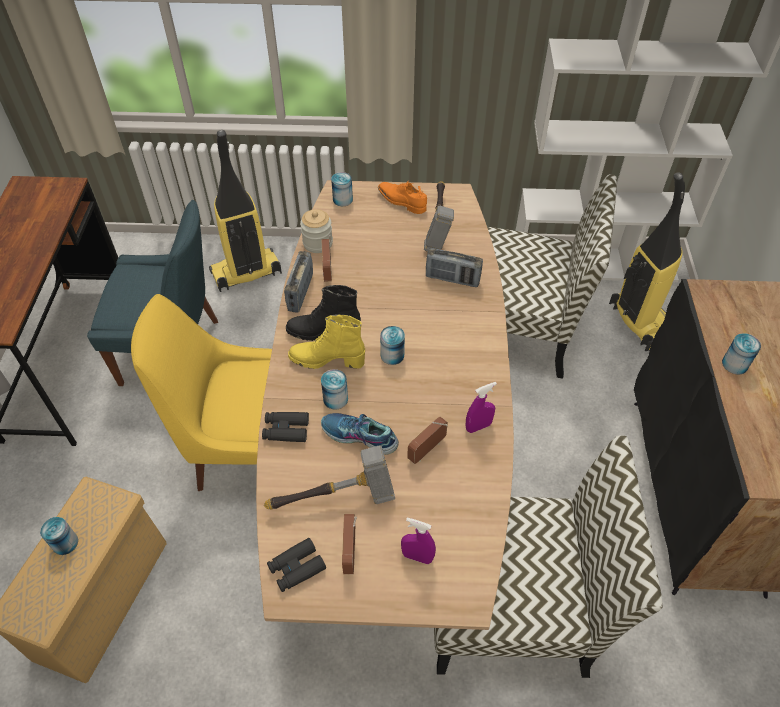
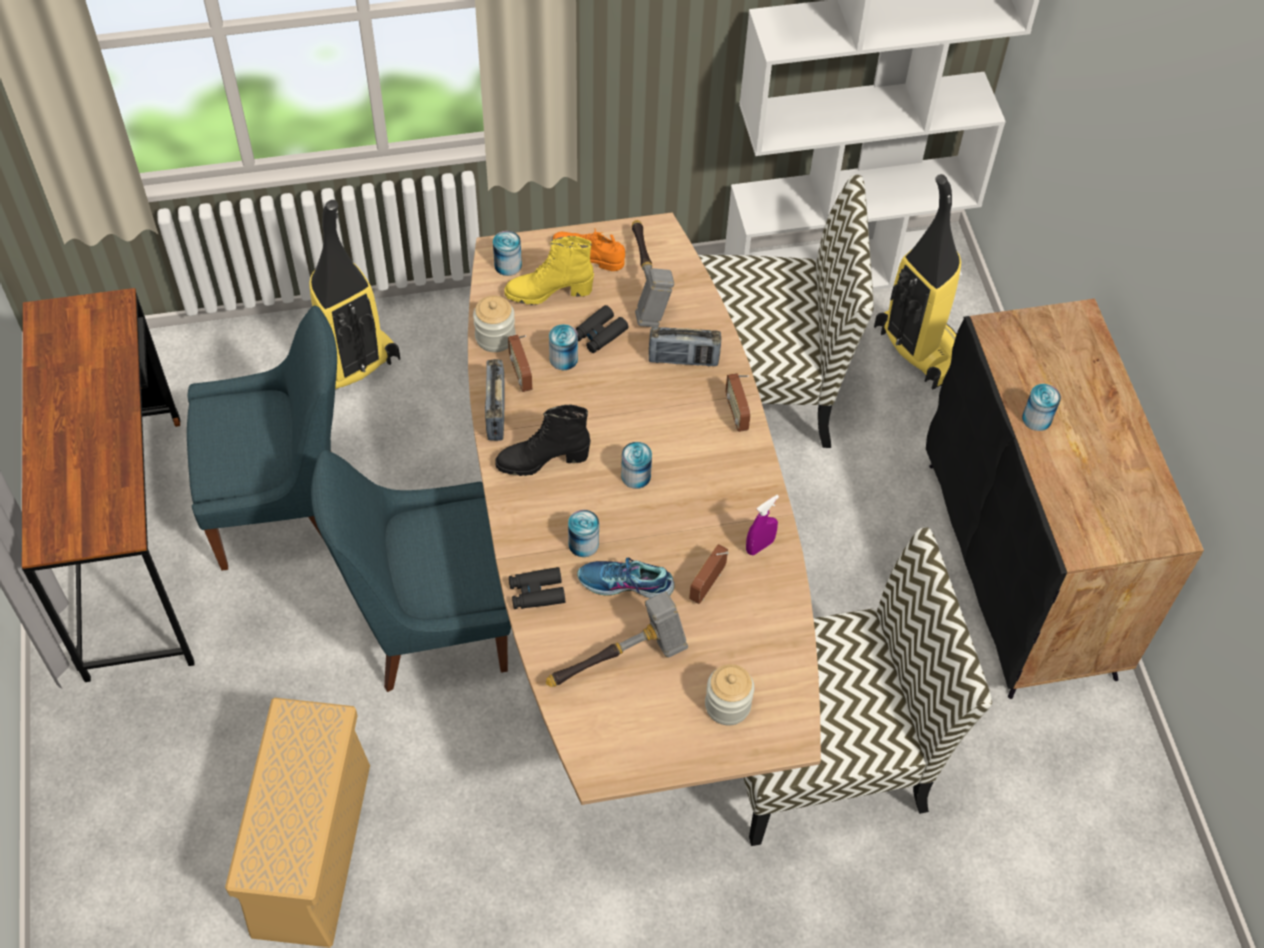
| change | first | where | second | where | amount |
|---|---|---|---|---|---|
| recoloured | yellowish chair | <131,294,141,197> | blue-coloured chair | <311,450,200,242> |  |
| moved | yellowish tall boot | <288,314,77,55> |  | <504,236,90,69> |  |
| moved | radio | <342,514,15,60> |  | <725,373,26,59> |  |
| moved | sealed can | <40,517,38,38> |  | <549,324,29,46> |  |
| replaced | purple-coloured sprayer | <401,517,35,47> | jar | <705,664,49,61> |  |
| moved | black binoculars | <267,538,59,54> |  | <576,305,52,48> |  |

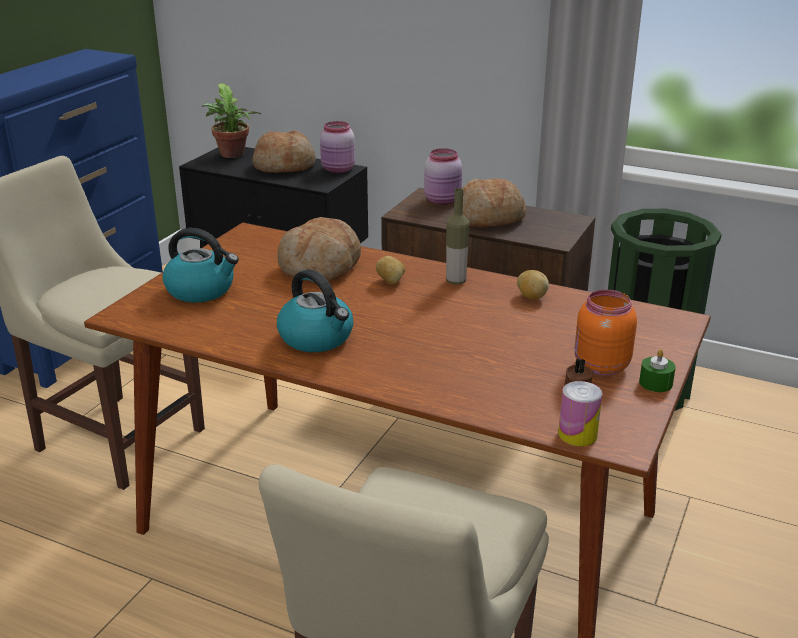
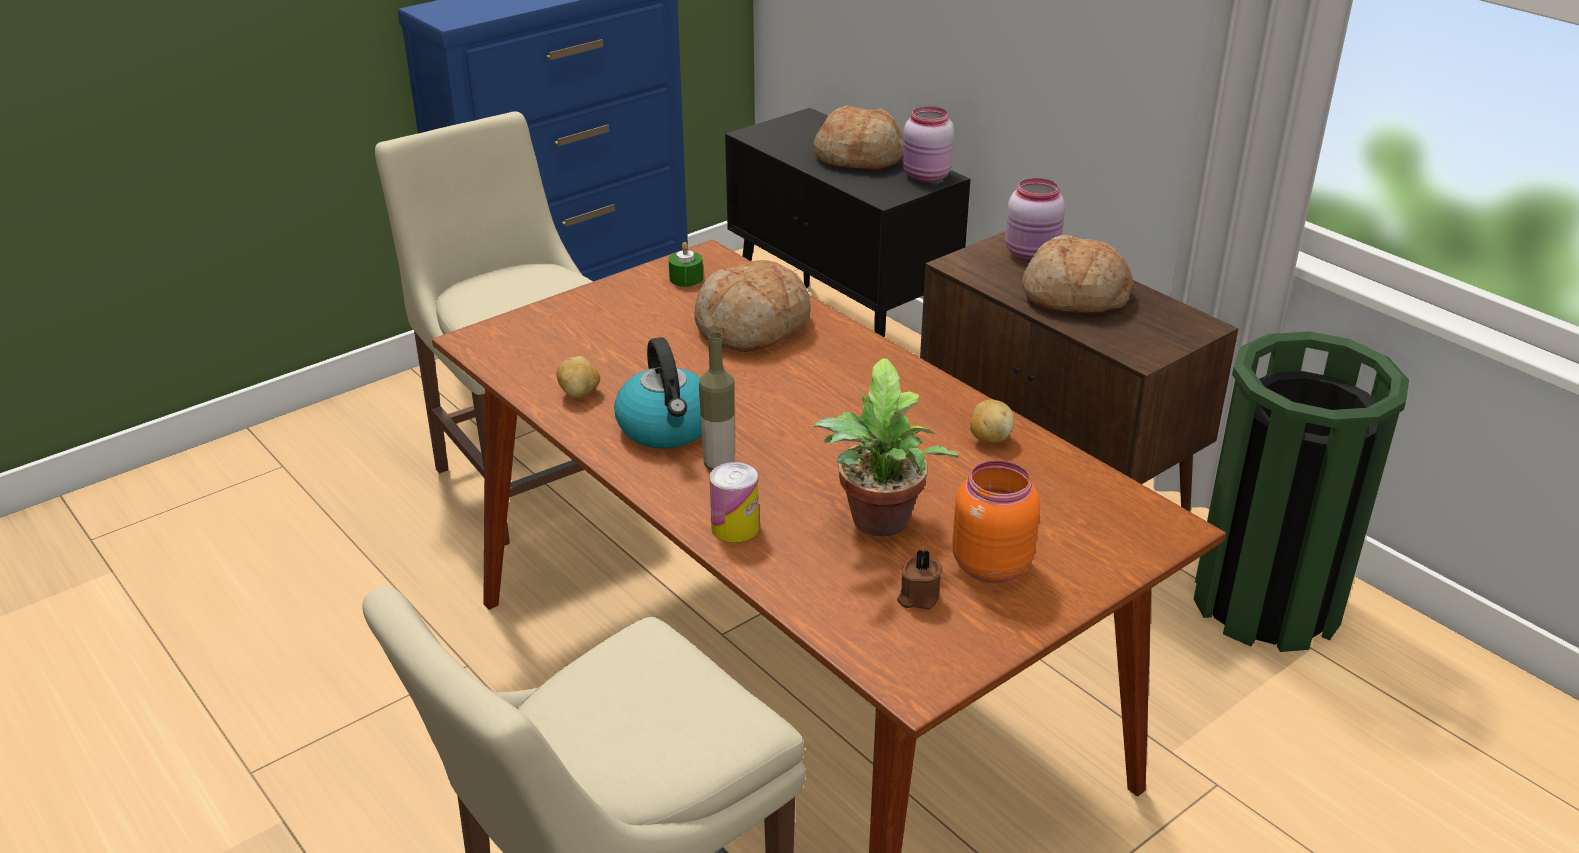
| change | first | where | second | where | amount |
|---|---|---|---|---|---|
| moved | potted plant | <202,83,59,75> |  | <814,358,145,179> |  |
| moved | beverage bottle | <446,188,23,97> |  | <699,332,36,139> |  |
| removed | tea kettle | <162,228,77,75> |  |  |  |
| moved | whole potato | <376,256,29,28> |  | <557,356,43,42> |  |
| moved | green wax light | <639,349,37,43> |  | <668,242,35,45> |  |
| moved | sealed can | <558,381,45,65> |  | <710,462,49,81> |  |

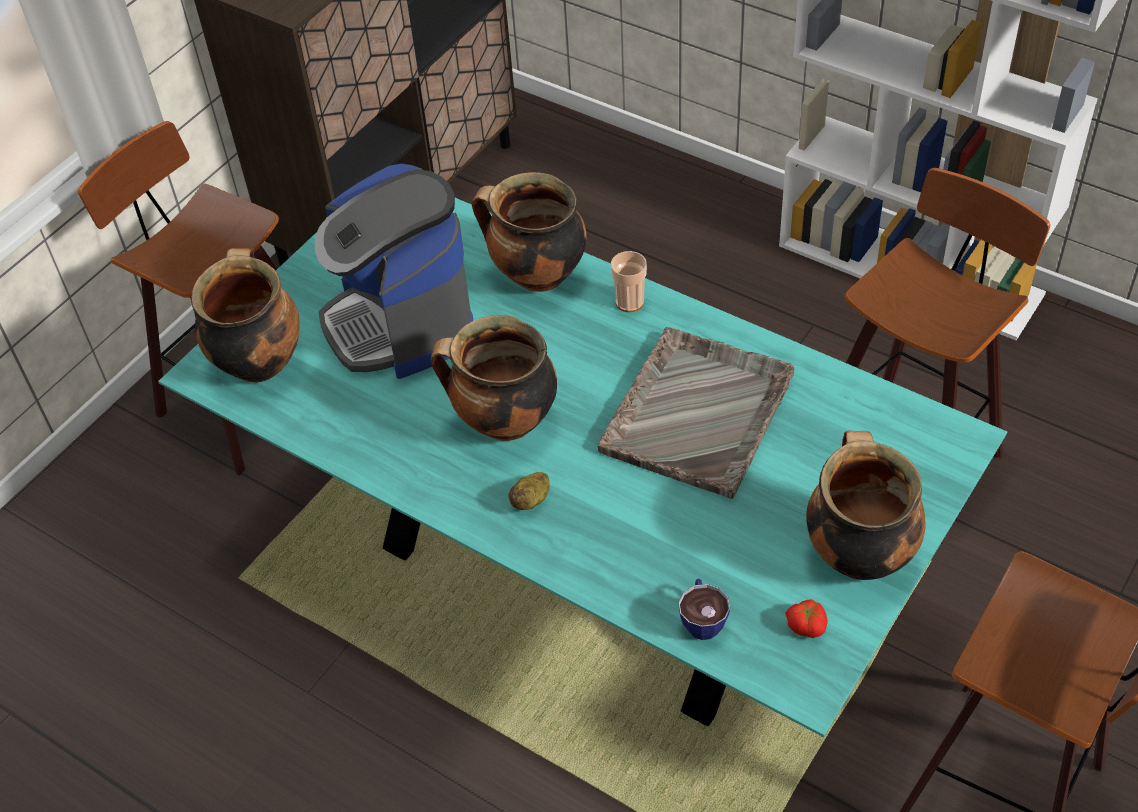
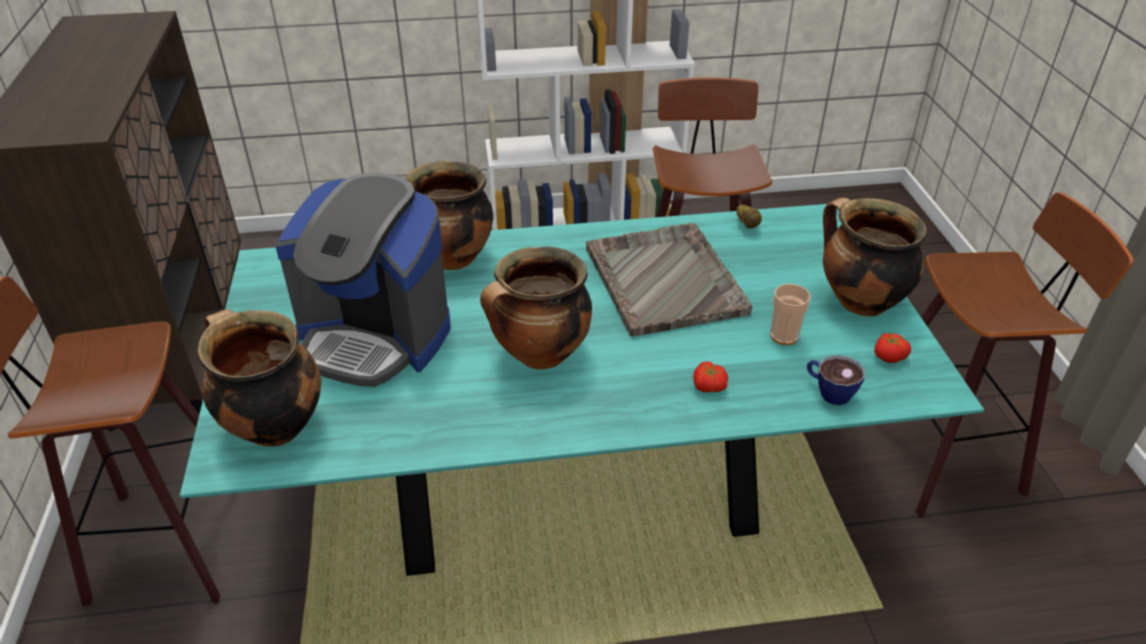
| change | first | where | second | where | amount |
|---|---|---|---|---|---|
| moved | cup | <611,251,36,61> |  | <770,284,41,61> |  |
| moved | whole potato | <508,472,41,38> |  | <736,205,26,23> |  |
| added |  |  | whole tomato | <693,361,35,31> |  |

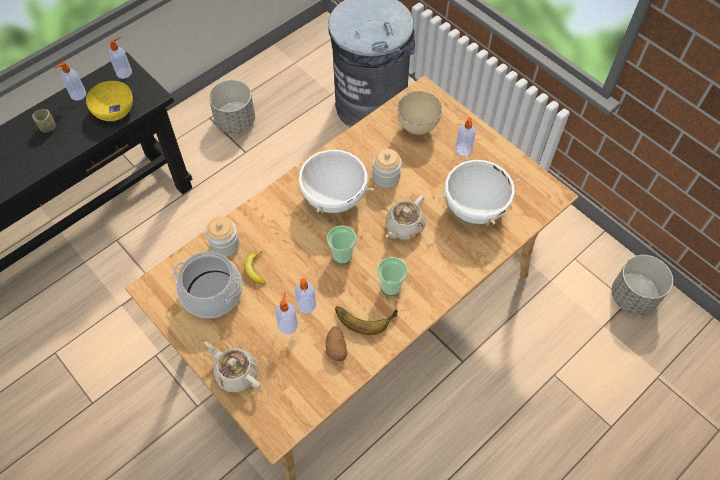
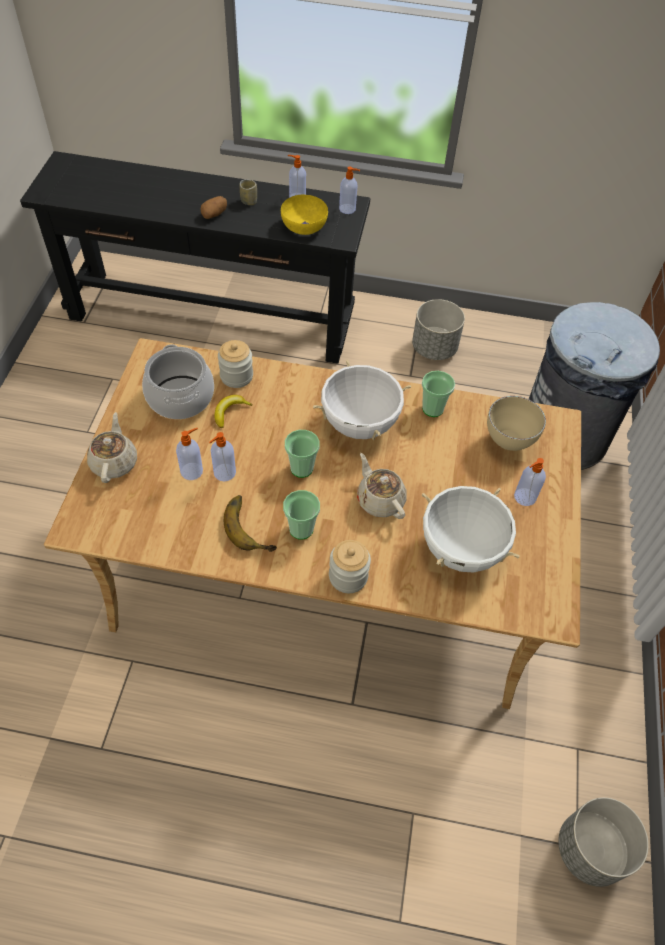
| change | first | where | second | where | amount |
|---|---|---|---|---|---|
| moved | jar | <372,149,30,39> |  | <329,540,42,53> |  |
| turned | beige-coloured teapot | <386,195,39,45> |  | <357,453,50,66> | 60 degrees clockwise |
| moved | whole potato | <326,326,21,35> |  | <200,196,27,23> |  |
| added |  |  | cup | <422,371,33,46> |  |

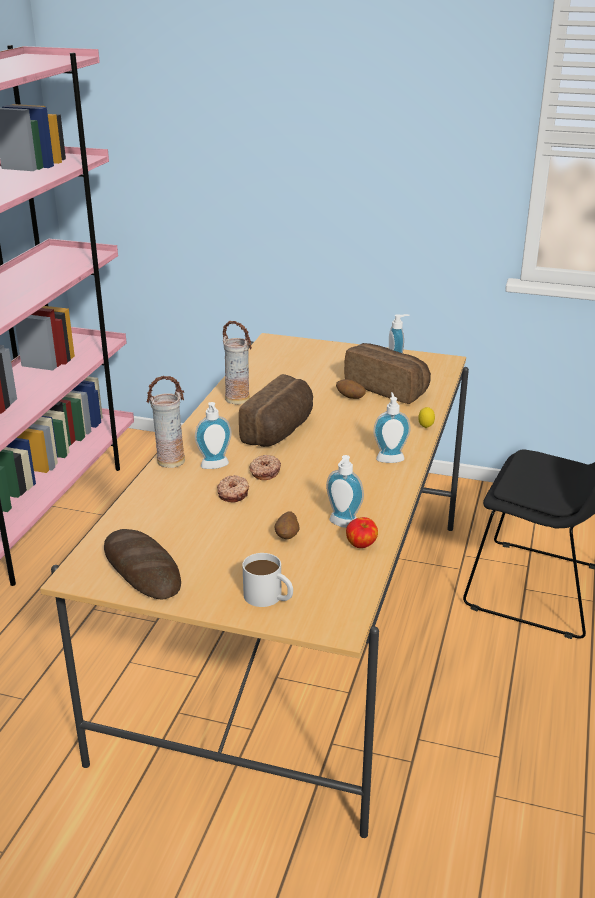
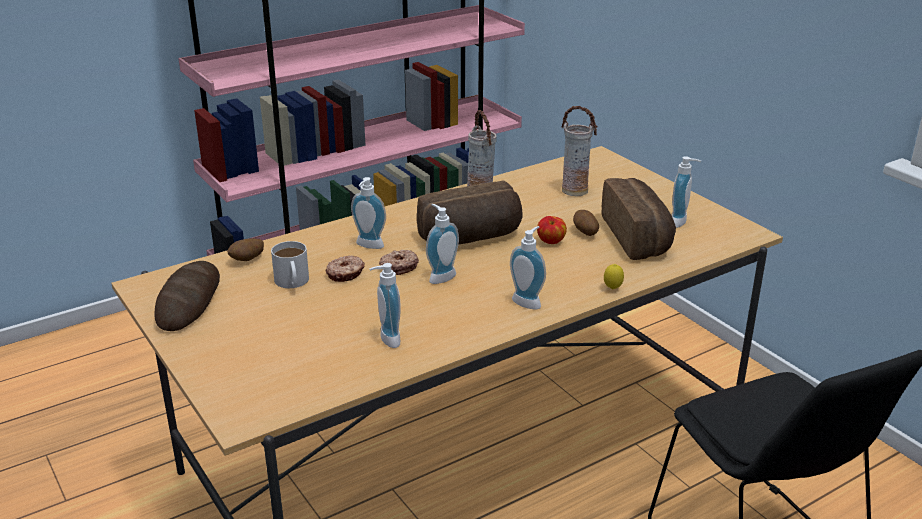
| change | first | where | second | where | amount |
|---|---|---|---|---|---|
| moved | decorative vase | <146,376,39,92> |  | <562,106,35,90> |  |
| moved | whole potato | <275,511,25,28> |  | <227,239,37,22> |  |
| moved | apple | <346,517,32,31> |  | <537,216,30,28> |  |
| moved | whitish mug | <242,553,51,54> |  | <271,241,38,47> |  |
| added |  |  | soap bottle | <426,204,33,80> |  |

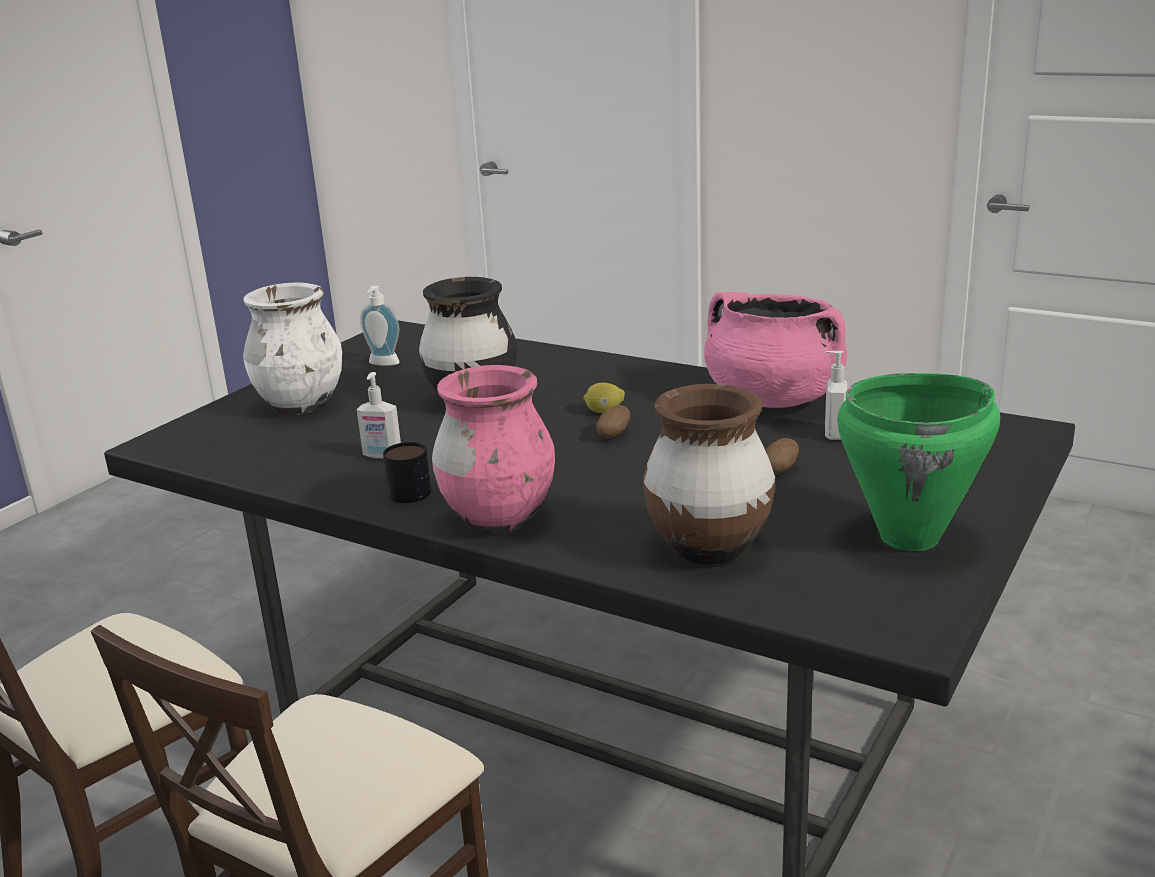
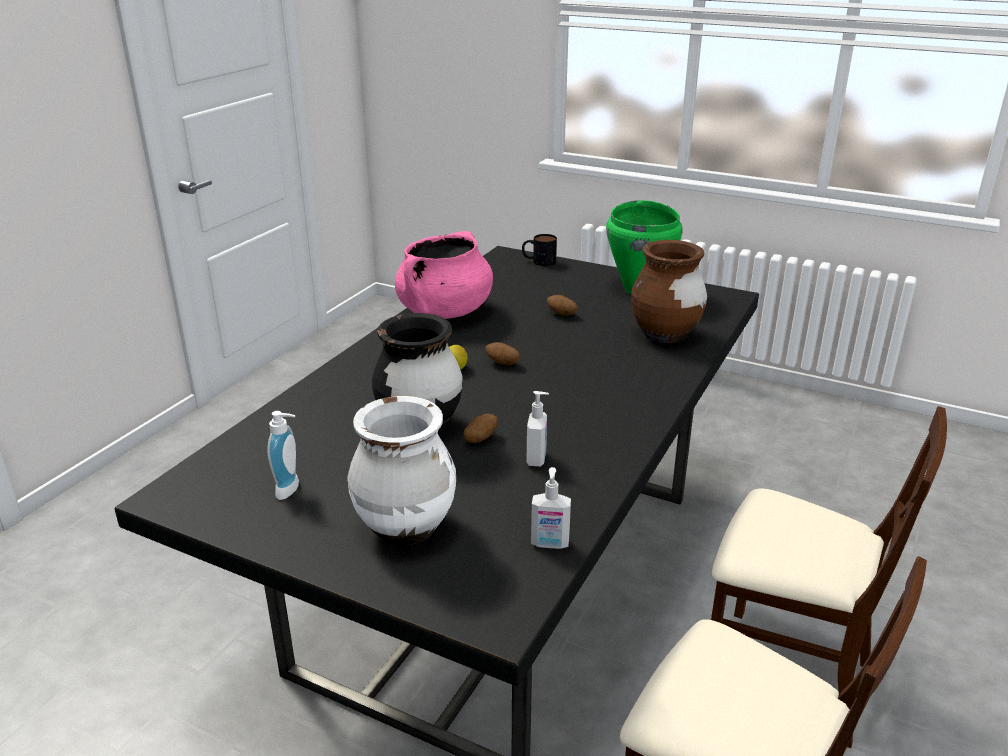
| change | first | where | second | where | amount |
|---|---|---|---|---|---|
| moved | soap bottle | <825,351,22,89> |  | <531,467,40,82> |  |
| removed | pink decorative vase | <432,365,123,169> |  |  |  |
| moved | mug | <383,442,48,61> |  | <522,234,35,32> |  |
| added |  |  | whole potato | <464,414,34,29> |  |

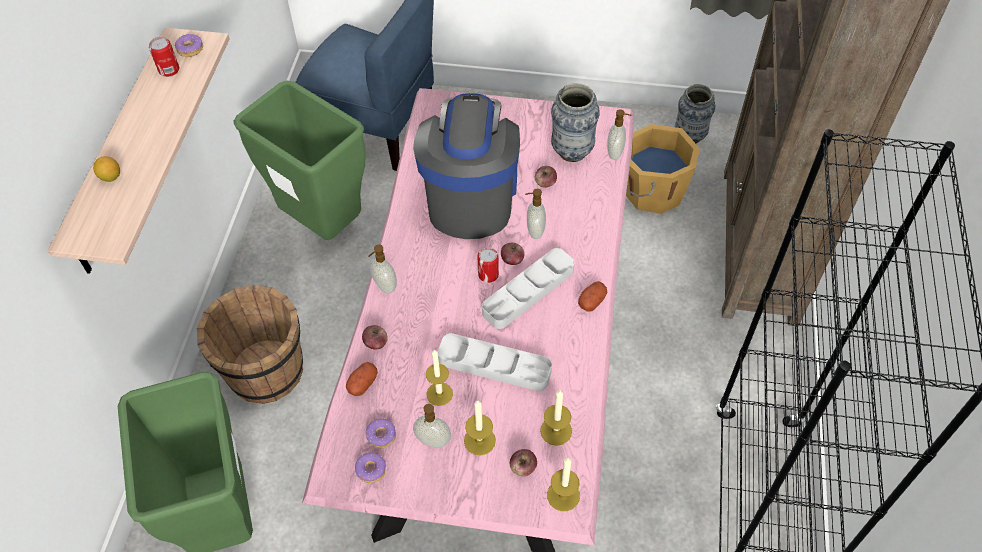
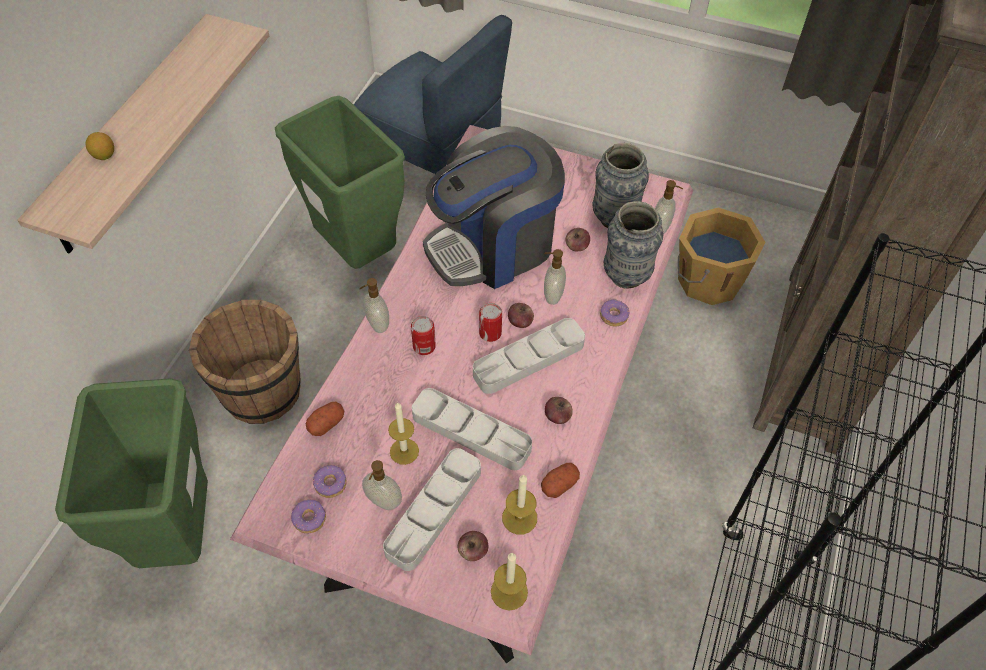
| change | first | where | second | where | amount |
|---|---|---|---|---|---|
| moved | ring doughnut | <175,34,28,23> |  | <600,300,29,27> |  |
| moved | sealed can | <149,37,30,40> |  | <411,316,25,39> |  |
| moved | decorative vase | <675,84,40,59> |  | <604,201,59,88> |  |
| turned | coffee brewer | <413,93,107,146> |  | <423,126,142,163> | 135 degrees counterclockwise |
| moved | whole potato | <578,281,30,31> |  | <541,463,39,35> |  |
| moved | apple | <362,325,26,25> |  | <545,397,28,27> |  |
| replaced | wax light | <464,400,32,56> | gray carrying tray | <383,448,98,123> |  |

